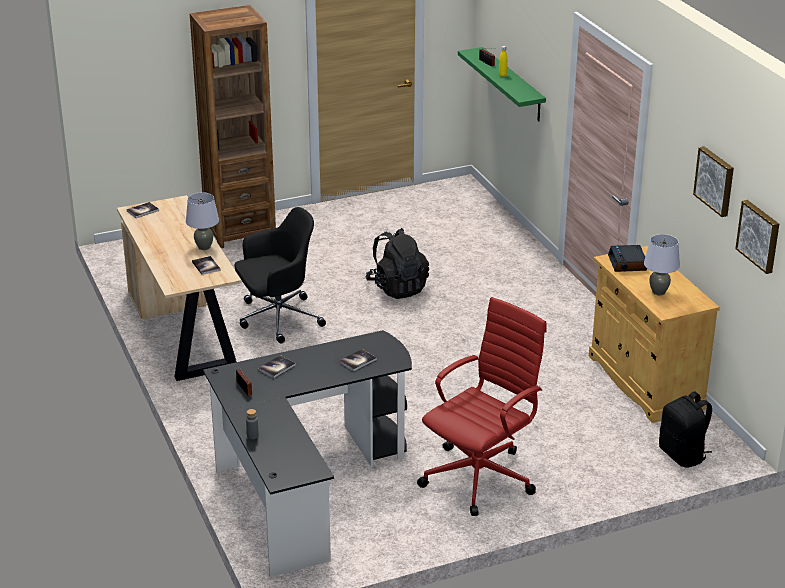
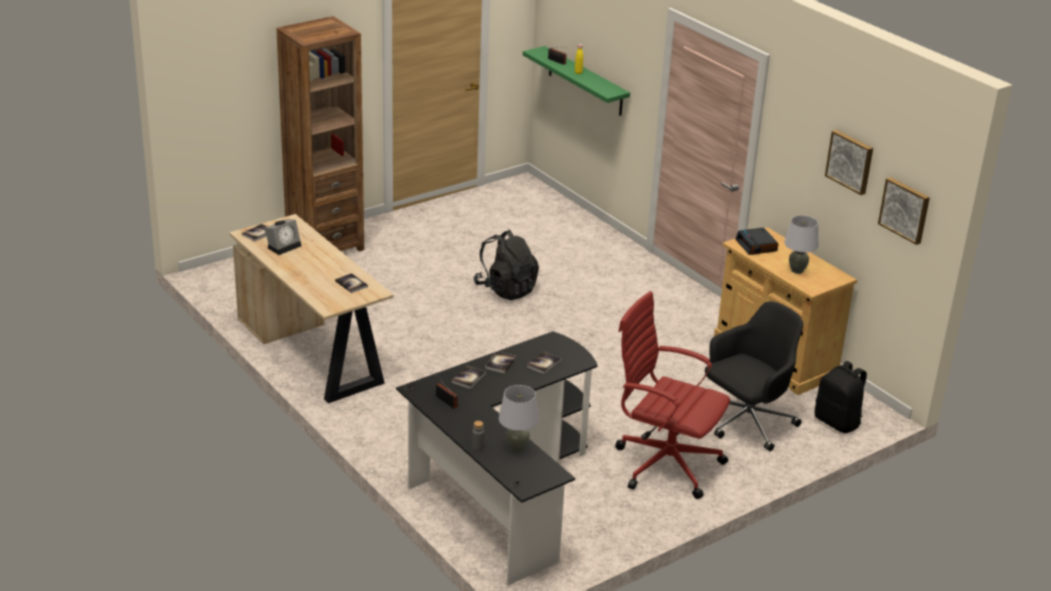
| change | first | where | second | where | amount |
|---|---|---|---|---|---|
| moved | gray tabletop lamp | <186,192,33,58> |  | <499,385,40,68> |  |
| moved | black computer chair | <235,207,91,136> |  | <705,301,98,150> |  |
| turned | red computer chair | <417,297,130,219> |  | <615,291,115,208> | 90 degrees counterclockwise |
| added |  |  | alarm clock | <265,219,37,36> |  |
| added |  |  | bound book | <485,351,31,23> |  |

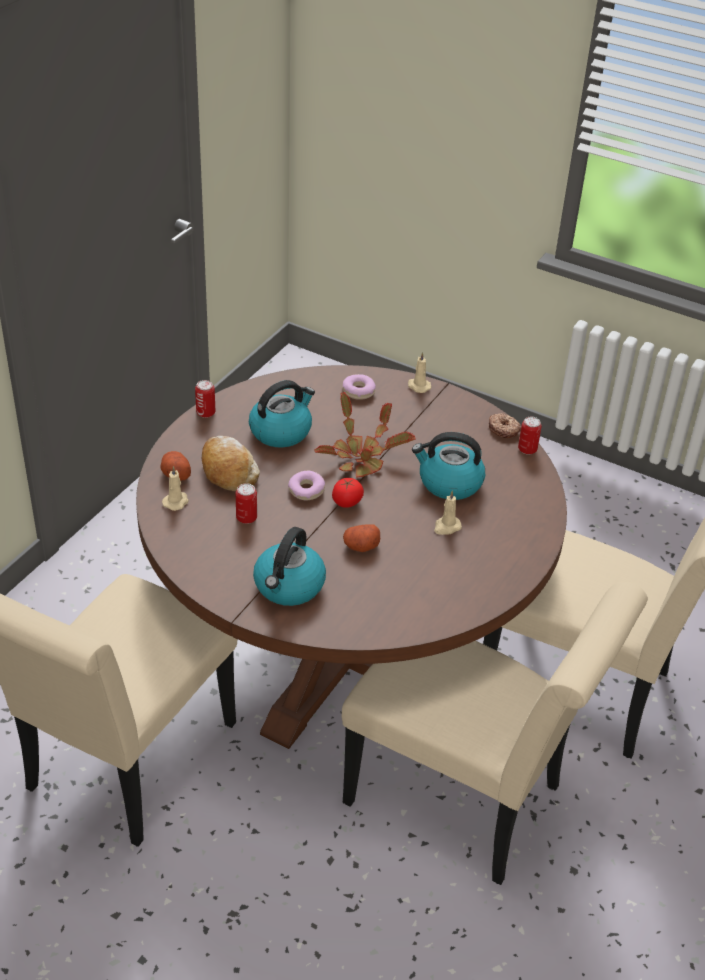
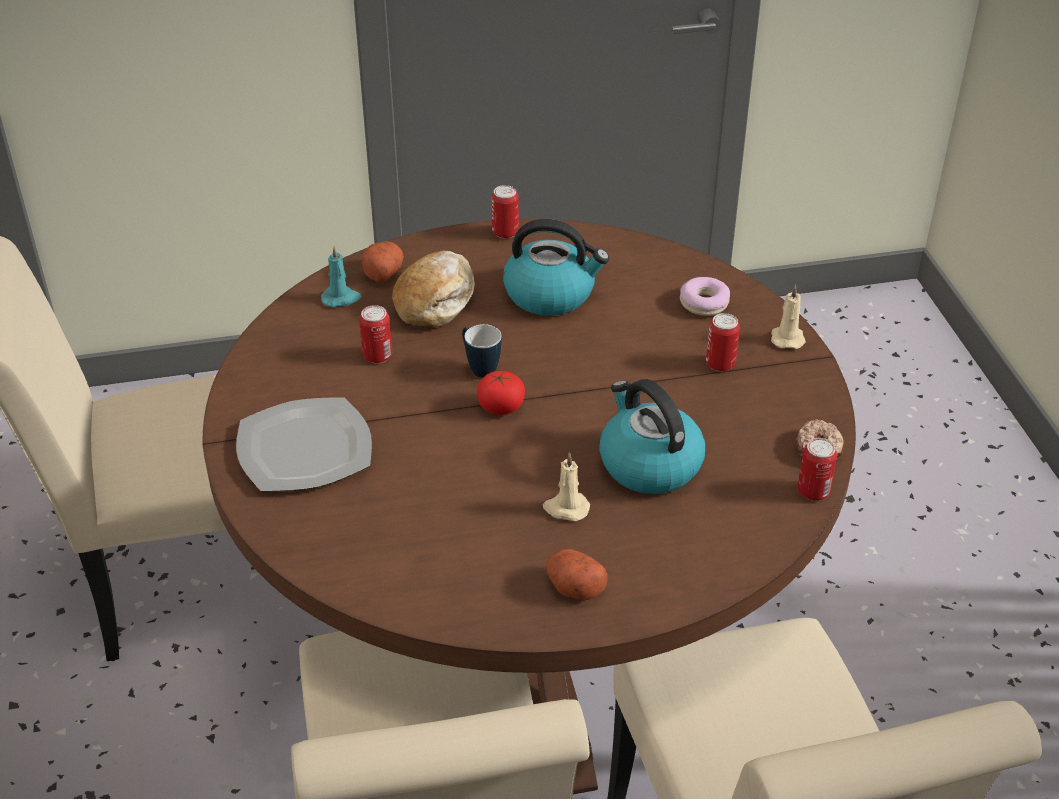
| change | first | where | second | where | amount |
|---|---|---|---|---|---|
| removed | potted plant | <314,392,102,86> |  |  |  |
| recoloured | beige-coloured wax light | <162,466,27,45> | blue-green wax light | <321,245,40,62> |  |
| replaced | ring doughnut | <288,471,37,29> | mug | <462,324,40,54> |  |
| moved | whole potato | <343,524,37,28> |  | <546,549,62,51> |  |
| replaced | tea kettle | <253,527,73,79> | flat dish | <236,397,136,94> |  |
| added |  |  | sealed can | <706,313,34,59> |  |

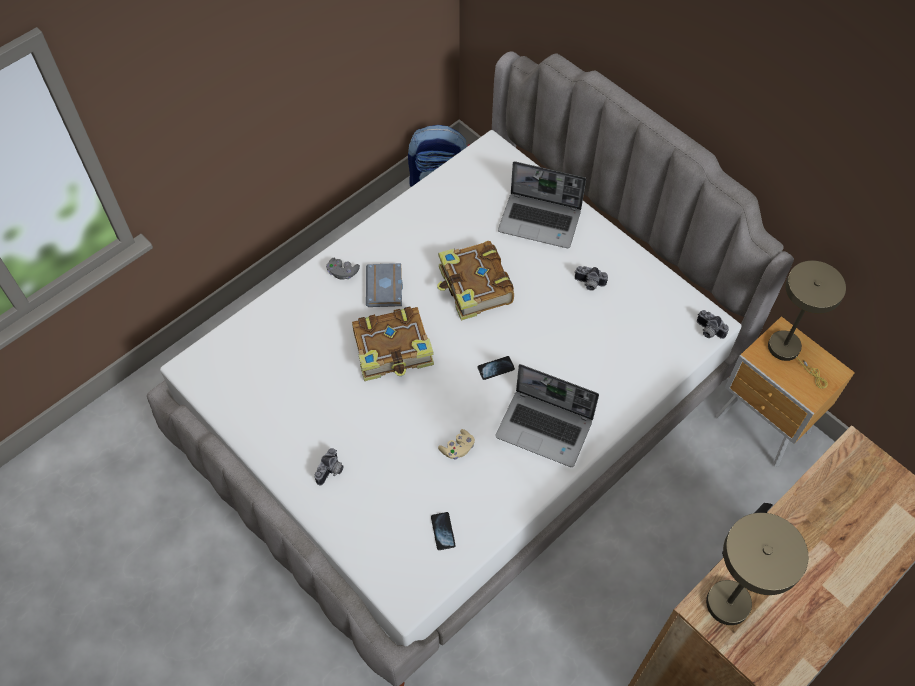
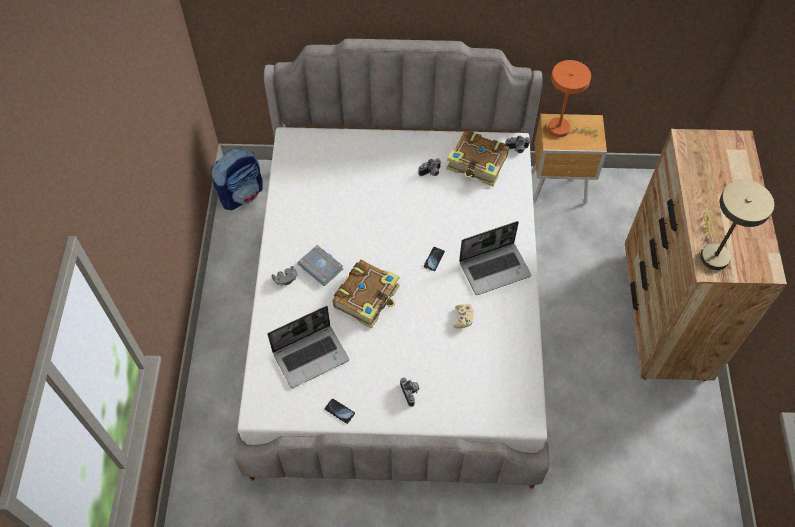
| change | first | where | second | where | amount |
|---|---|---|---|---|---|
| moved | notebook computer | <498,161,88,87> |  | <267,306,82,82> |  |
| moved | bound book | <437,241,77,80> |  | <447,131,62,55> |  |
| recoloured | beige-coloured tabletop lamp | <768,261,78,128> | orange-coloured tabletop lamp | <548,60,51,77> |  |
| moved | handset | <431,512,25,38> |  | <325,399,30,25> |  |

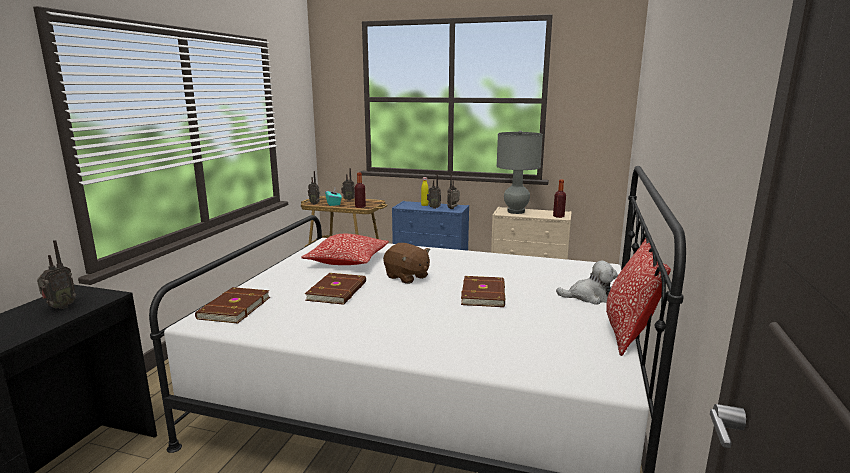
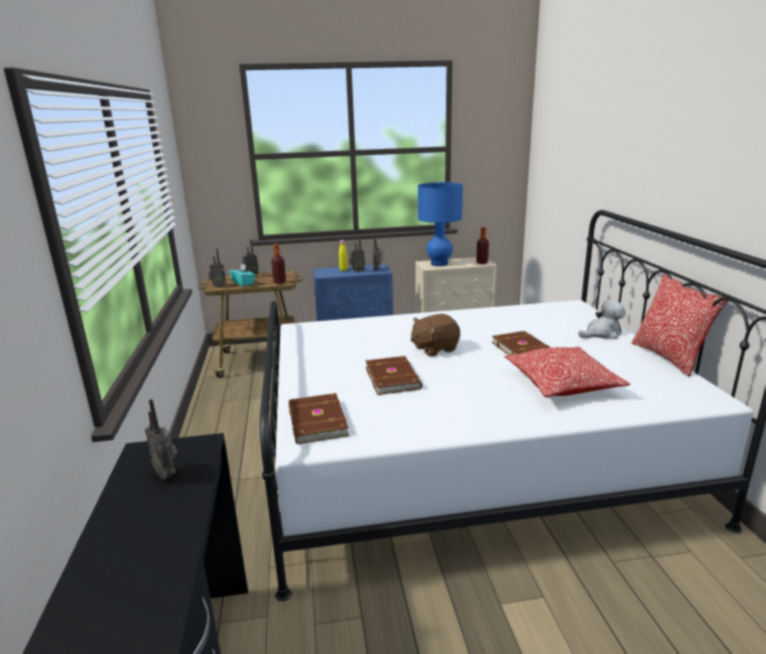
| change | first | where | second | where | amount |
|---|---|---|---|---|---|
| recoloured | gray tabletop lamp | <497,130,46,84> | blue-coloured tabletop lamp | <418,182,45,84> |  |
| moved | pillow | <301,234,88,31> |  | <505,347,125,50> |  |
| turned | radio | <37,240,39,69> |  | <145,399,32,81> | 135 degrees clockwise |
| turned | brownish plush toy | <383,243,47,41> |  | <411,314,49,42> | 135 degrees clockwise |

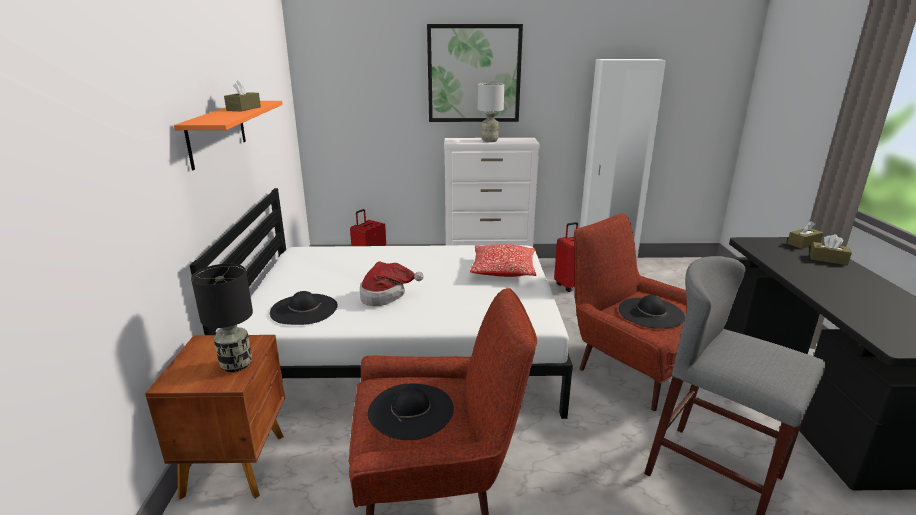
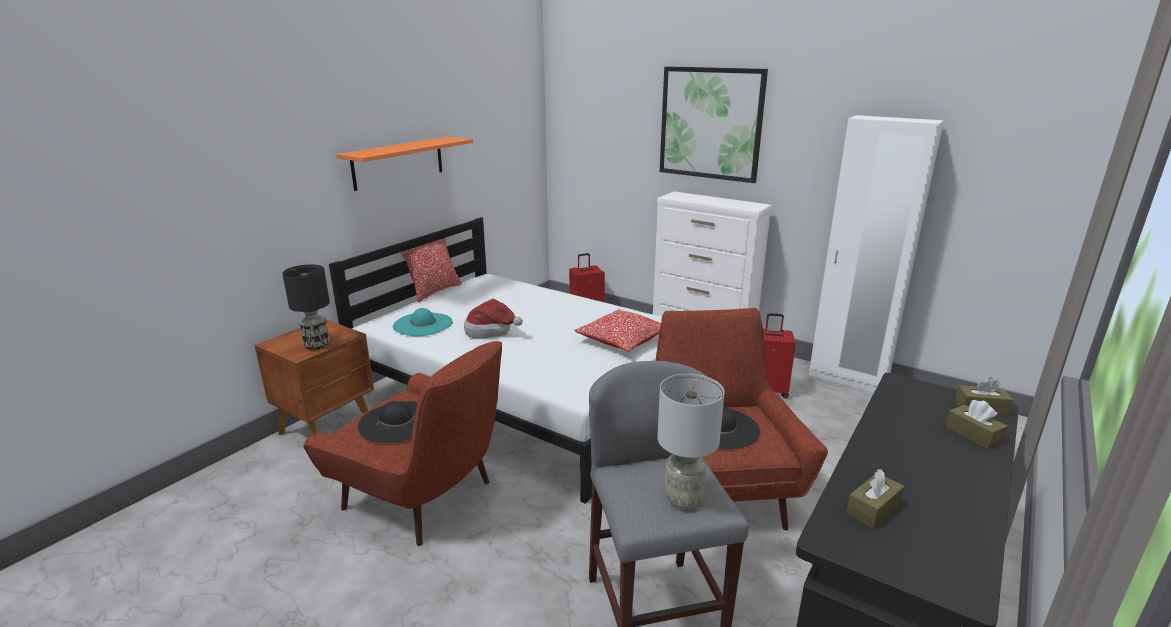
| change | first | where | second | where | amount |
|---|---|---|---|---|---|
| moved | brownish tissue box | <224,80,37,31> |  | <846,469,58,59> |  |
| moved | gray tabletop lamp | <478,83,26,59> |  | <657,374,68,135> |  |
| recoloured | black hat | <270,291,68,34> | blue-green hat | <393,308,60,28> |  |
| added |  |  | pillow | <401,238,61,65> |  |

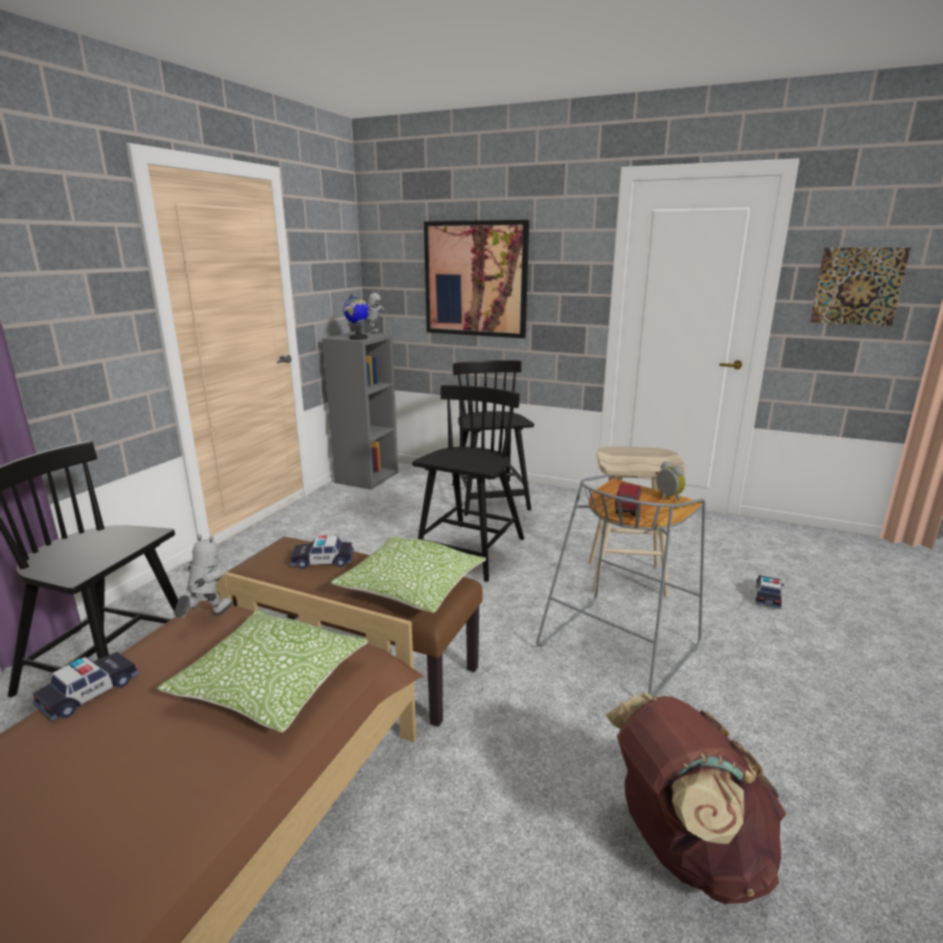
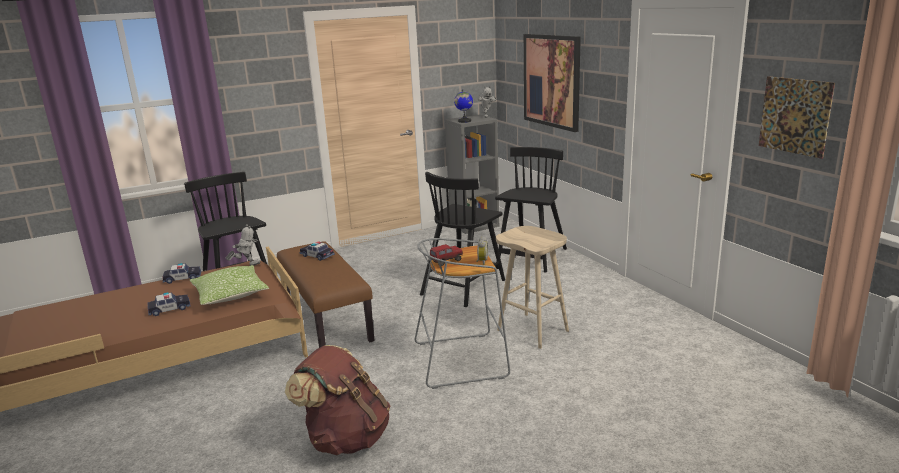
| change | first | where | second | where | amount |
|---|---|---|---|---|---|
| turned | black chair | <412,385,112,197> |  | <420,172,85,135> | 150 degrees clockwise |
| removed | pillow | <330,536,156,77> |  |  |  |
| moved | toy car | <756,575,28,34> |  | <147,292,44,24> |  |

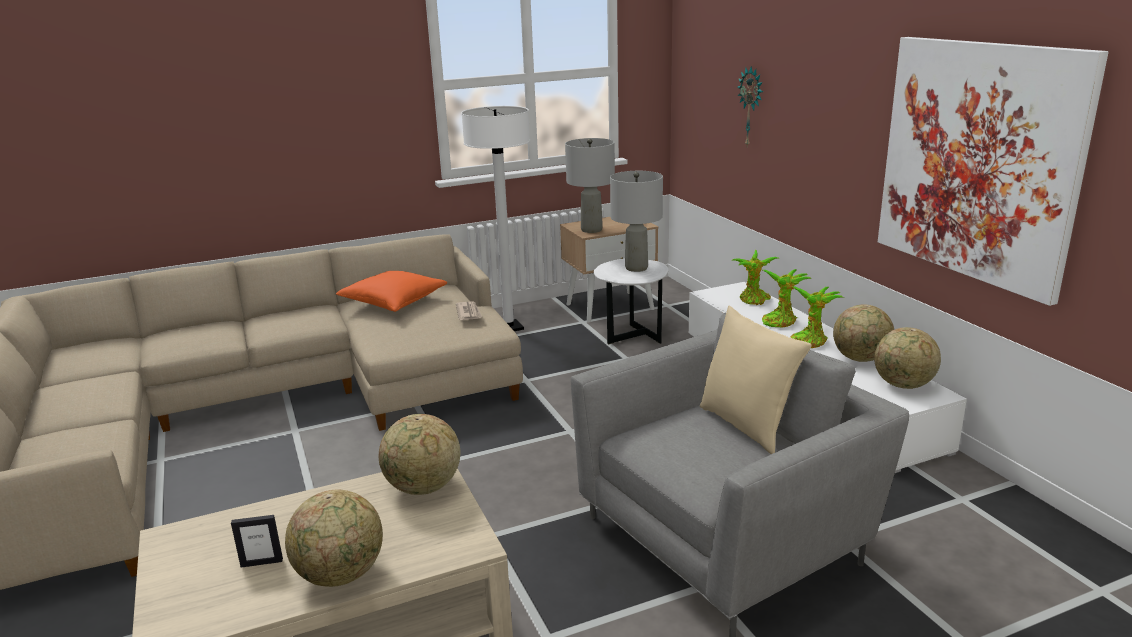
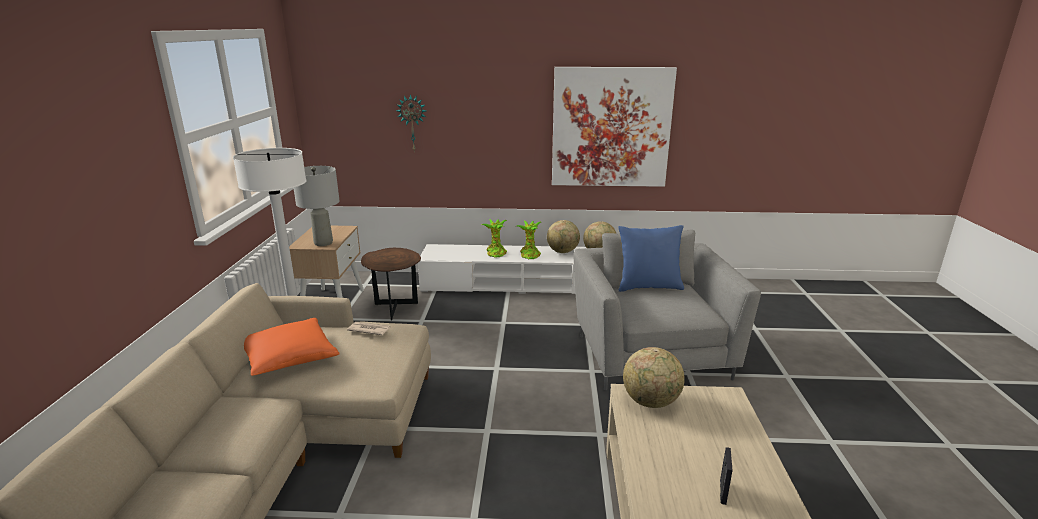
| change | first | where | second | where | amount |
|---|---|---|---|---|---|
| removed | gray tabletop lamp | <610,171,53,101> |  |  |  |
| removed | potted plant | <731,250,47,55> |  |  |  |
| recoloured | whitish accent table | <593,258,75,87> | brownish accent table | <361,248,60,72> |  |
| recoloured | beige-coloured pillow | <700,305,111,149> | blue-coloured pillow | <618,225,66,67> |  |
| removed | desk globe | <285,490,98,97> |  |  |  |

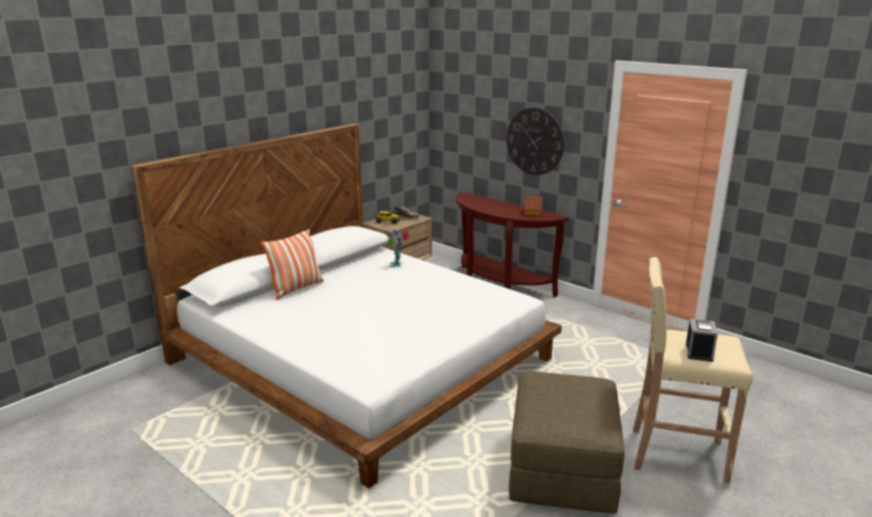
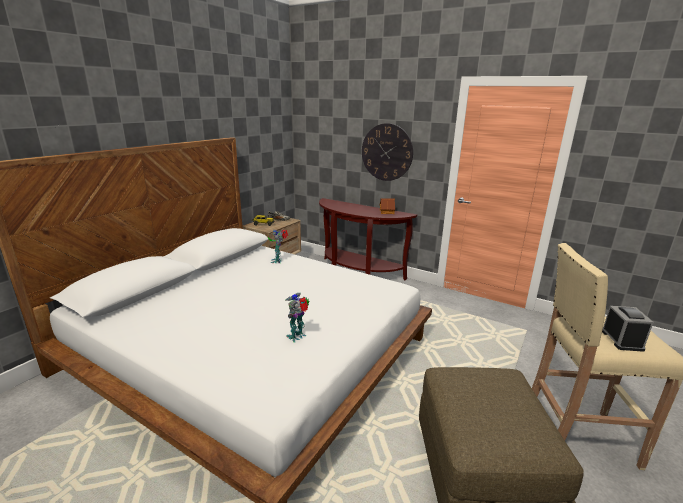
| change | first | where | second | where | amount |
|---|---|---|---|---|---|
| removed | pillow | <261,229,63,71> |  |  |  |
| added |  |  | model robot | <285,293,24,50> |  |

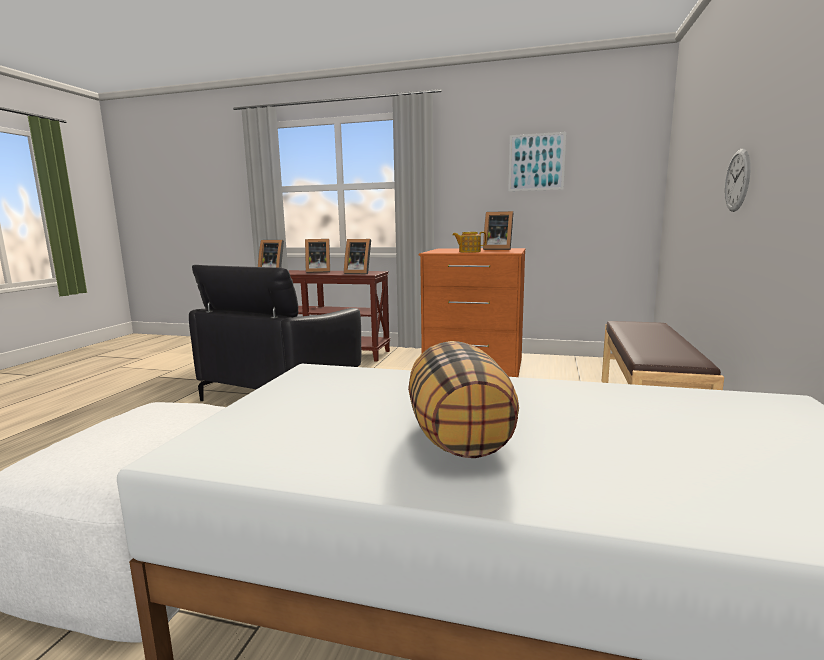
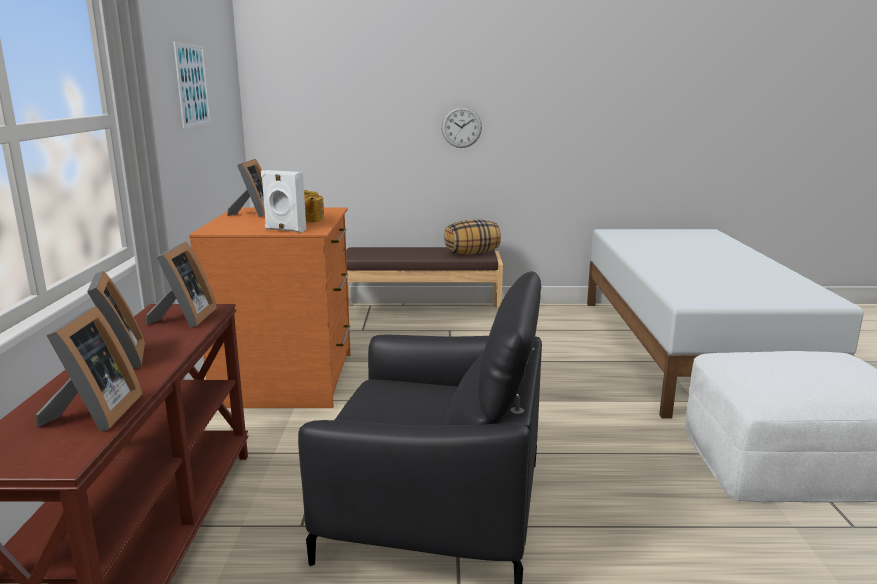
| change | first | where | second | where | amount |
|---|---|---|---|---|---|
| moved | pillow | <408,341,111,117> |  | <444,220,57,35> |  |
| added |  |  | whitish speaker | <261,170,45,63> |  |

